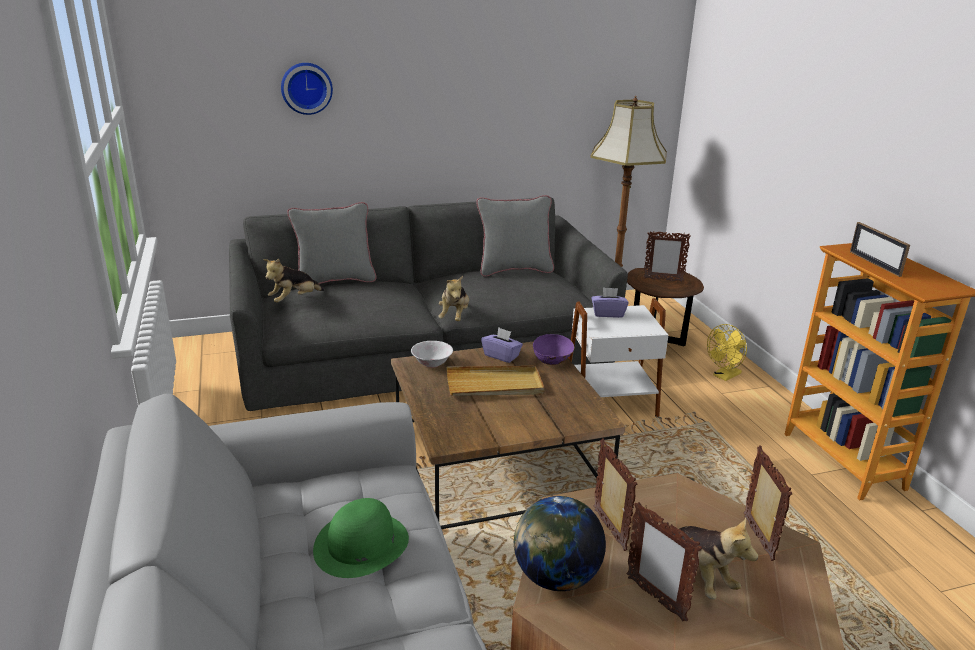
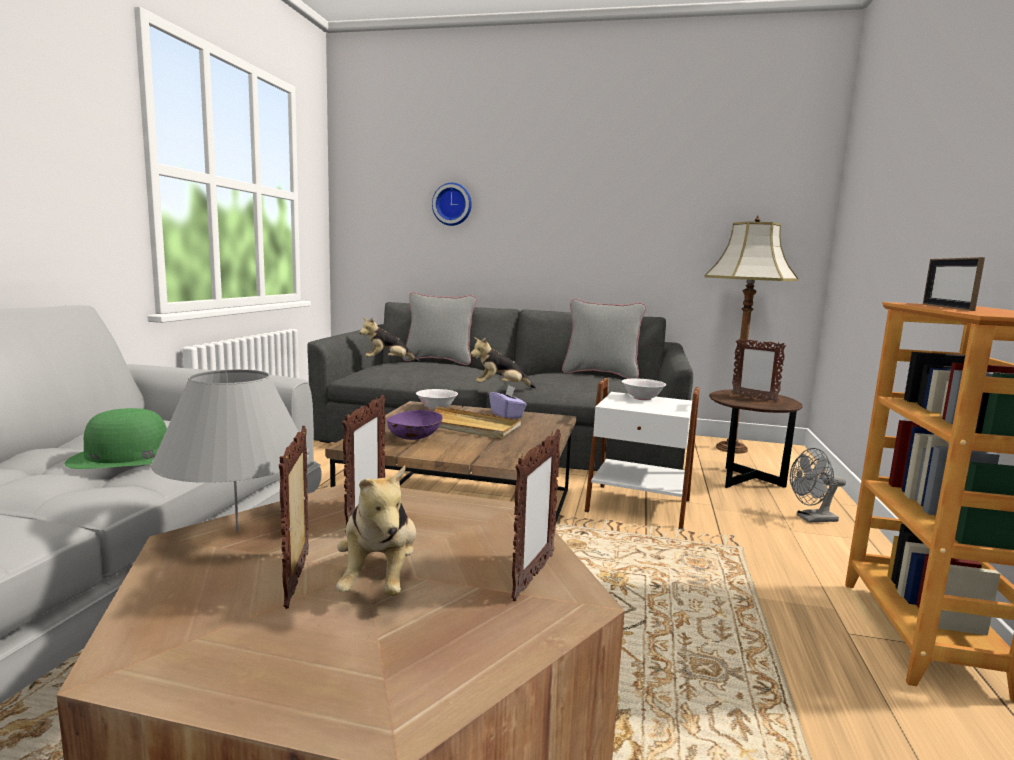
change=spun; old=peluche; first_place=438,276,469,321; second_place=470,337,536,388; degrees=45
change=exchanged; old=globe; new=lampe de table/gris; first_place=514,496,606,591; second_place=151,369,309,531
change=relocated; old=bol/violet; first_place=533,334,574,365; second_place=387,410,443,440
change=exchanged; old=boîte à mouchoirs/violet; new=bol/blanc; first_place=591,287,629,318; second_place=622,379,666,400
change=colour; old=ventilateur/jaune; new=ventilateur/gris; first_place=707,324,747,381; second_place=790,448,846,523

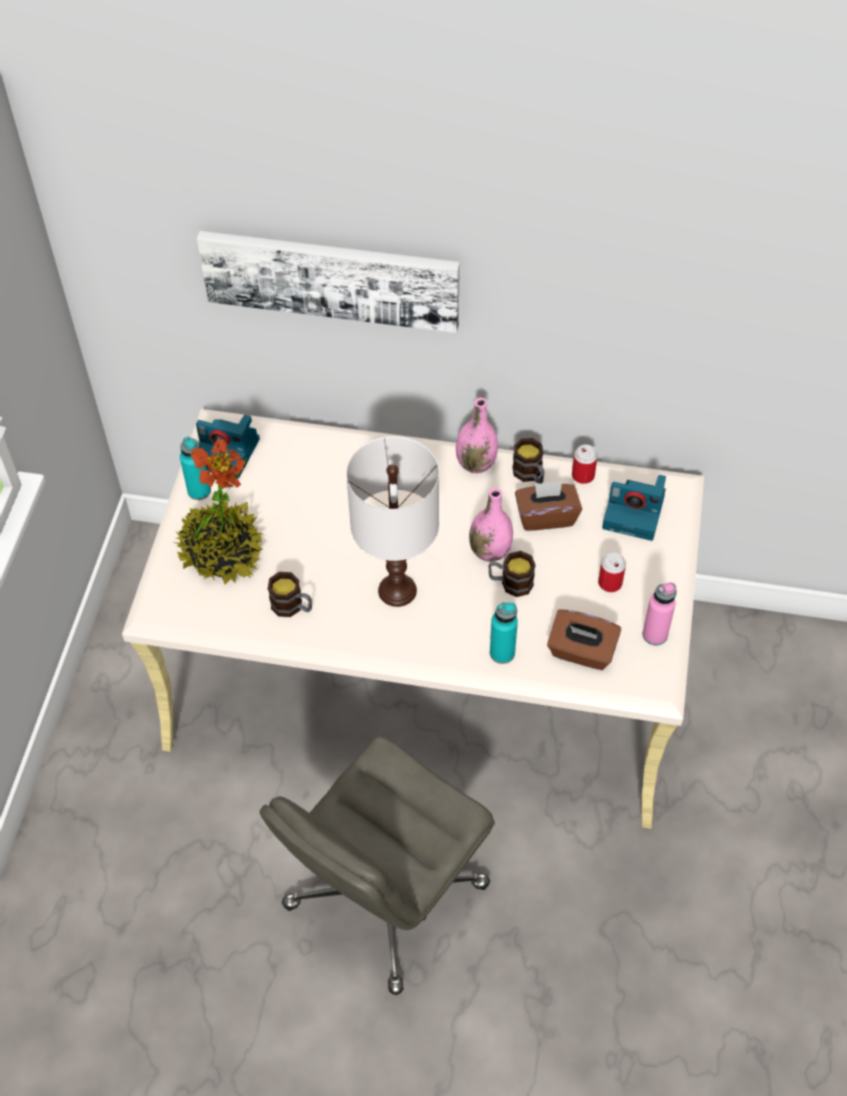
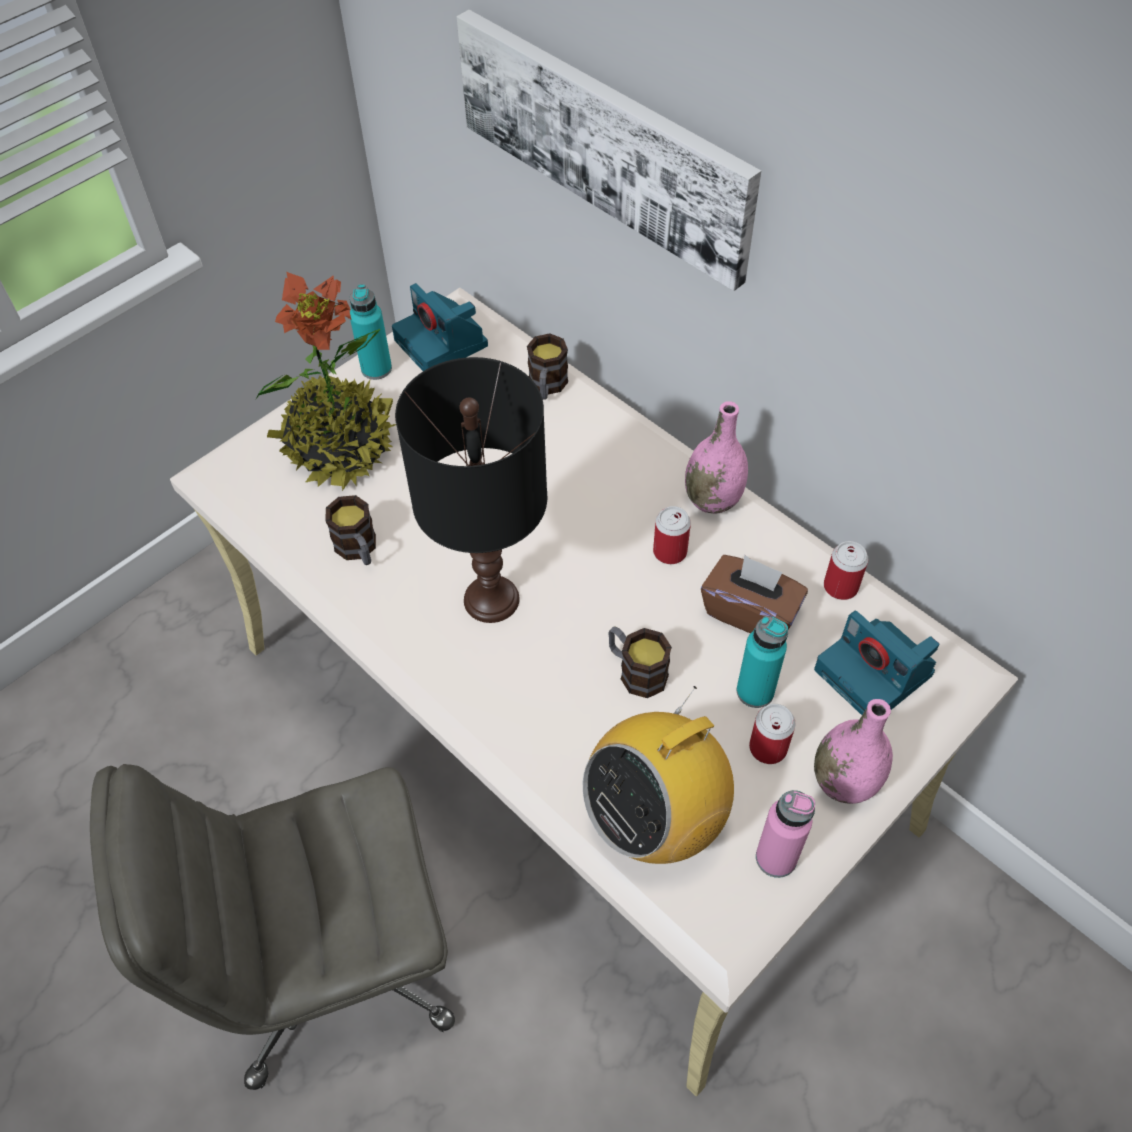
change=colour; old=lampe de table/blanc; new=lampe de table/noir; first_place=346,436,439,607; second_place=395,357,547,623
change=relocated; old=vase/rose; first_place=469,488,513,562; second_place=814,699,893,804
change=relocated; old=bouteille/turquoise; first_place=490,602,518,664; second_place=737,616,788,708
change=relocated; old=mug; first_place=512,438,545,484; second_place=527,333,568,400
change=exchanged; old=boîte à mouchoirs/marron; new=radio; first_place=547,609,621,670; second_place=583,686,734,864
change=appeared; new=boîte métallique; second_place=653,506,691,564

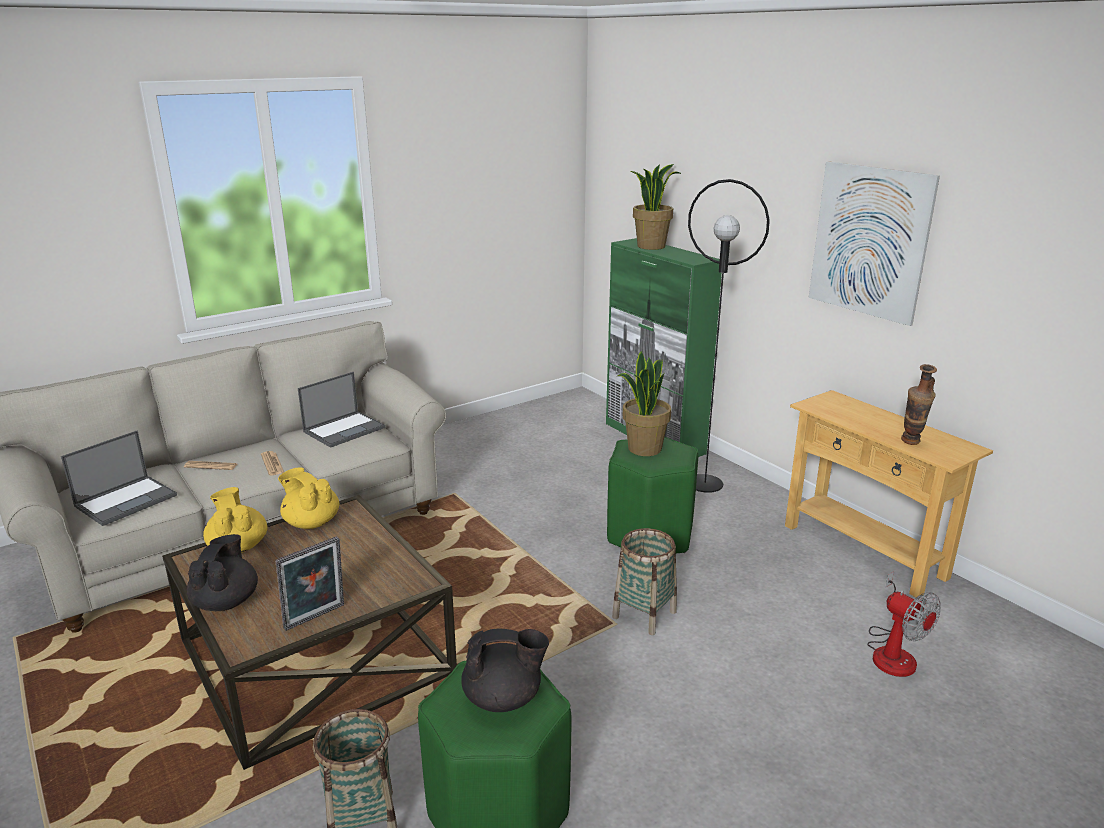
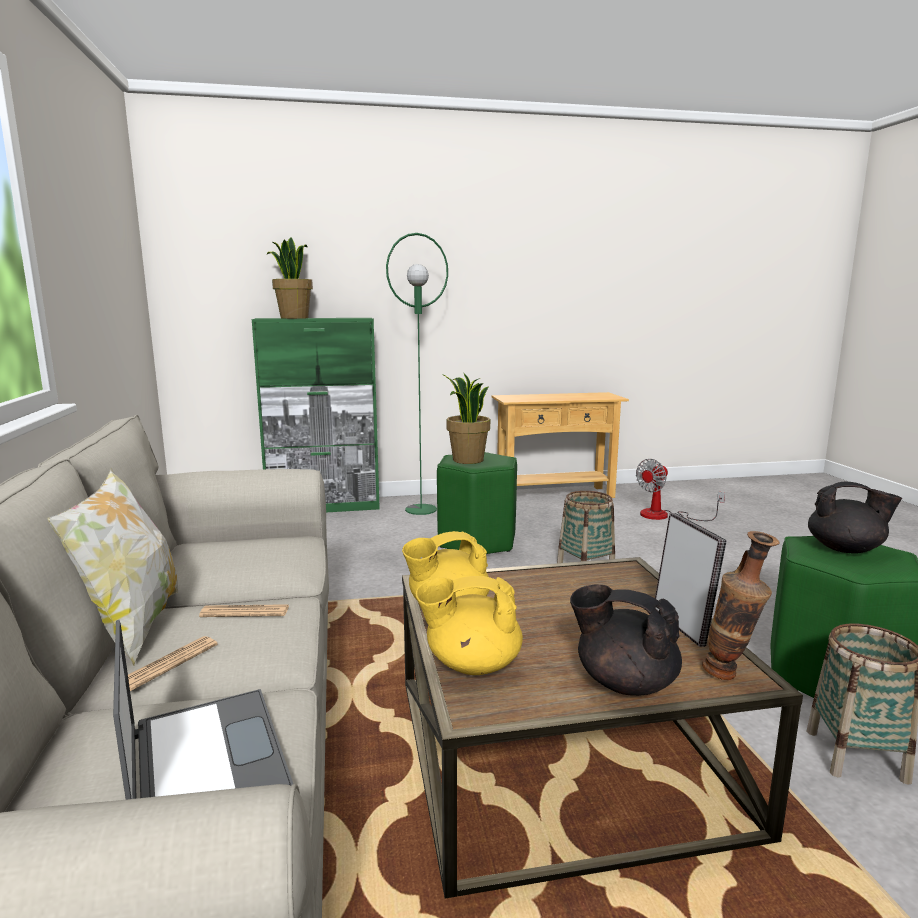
change=missing; old=ordinateur portable; first_place=298,372,386,448
change=spun; old=théière/noir; first_place=461,628,549,712; second_place=808,482,902,554; degrees=90
change=colour; old=lampadaire/noir; new=lampadaire/vert; first_place=688,179,770,493; second_place=386,233,448,515
change=missing; old=tableau; first_place=809,161,940,326
change=spun; old=ventilateur; first_place=867,572,941,677; second_place=636,459,725,521; degrees=150
change=relocated; old=vase; first_place=901,364,937,445; second_place=702,531,780,680
change=appeared; new=coussin; second_place=46,469,178,666

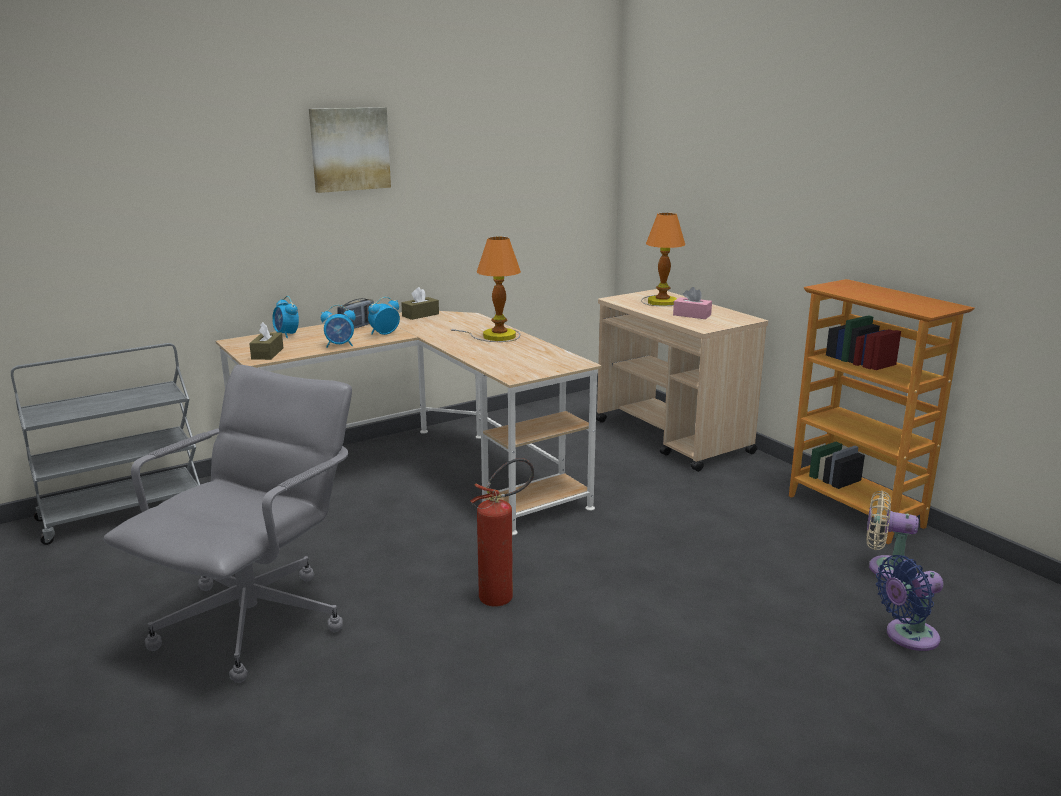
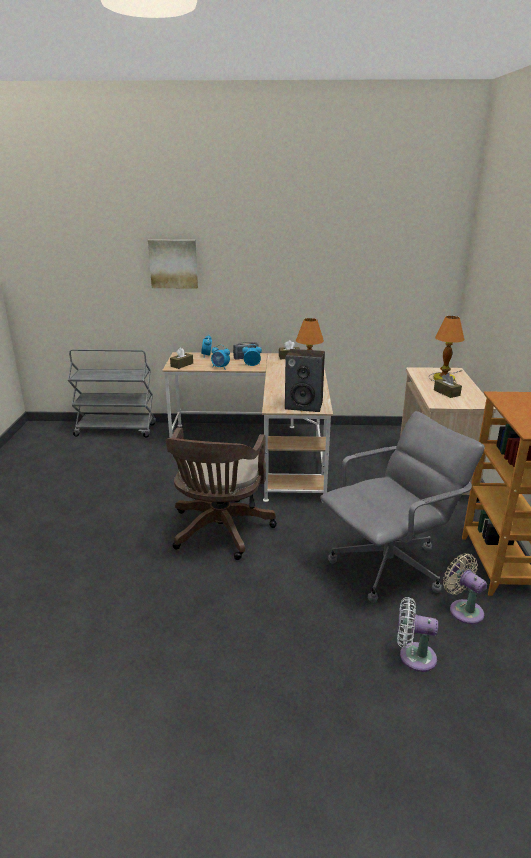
change=relocated; old=chaise de bureau/gris; first_place=103,365,352,683; second_place=320,411,485,603
change=relocated; old=tableau; first_place=309,107,391,193; second_place=148,240,198,289
change=exchanged; old=extincteur; new=chaise de bureau/marron; first_place=470,458,534,607; second_place=165,427,277,560
change=colour; old=boîte à mouchoirs/rose; new=boîte à mouchoirs/marron; first_place=673,287,712,319; second_place=434,373,462,398
change=colour; old=ventilateur/bleu; new=ventilateur/blanc; first_place=876,555,943,651; second_place=397,597,438,672
change=appeared; new=enceinte; second_place=285,349,325,412

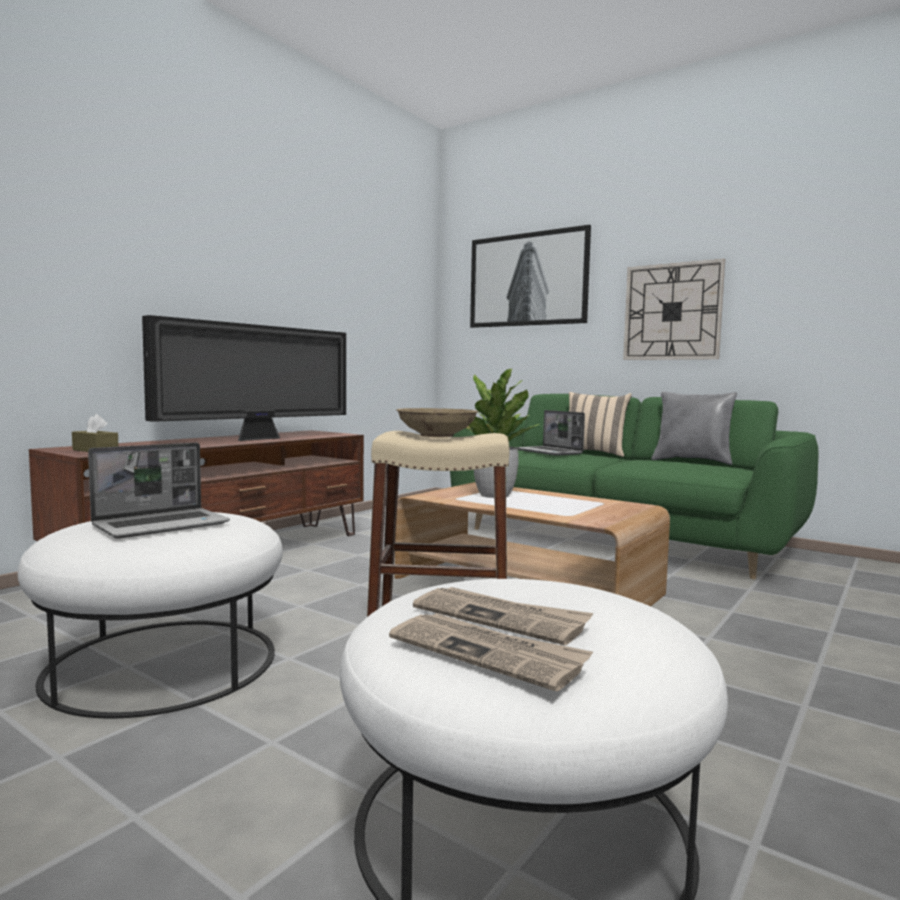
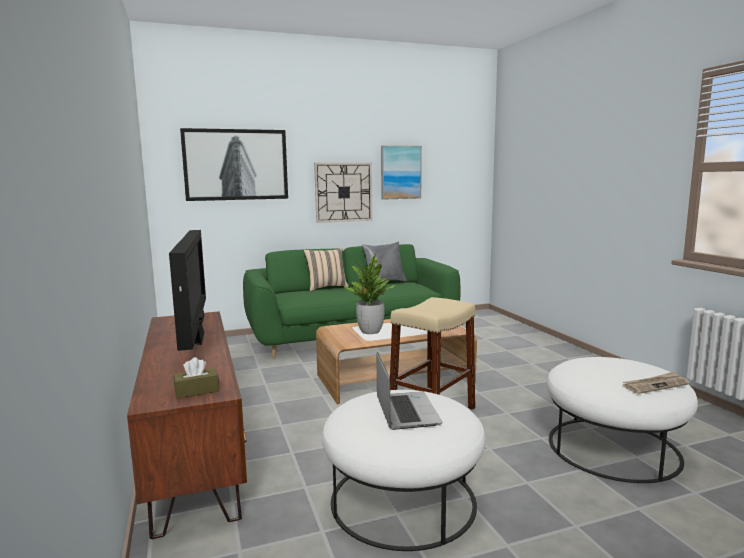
change=missing; old=bol/beige; first_place=396,408,479,437
change=missing; old=journal; first_place=413,587,593,645
change=missing; old=ordinateur portable; first_place=516,410,585,456
change=appeared; new=tableau; second_place=381,145,422,200

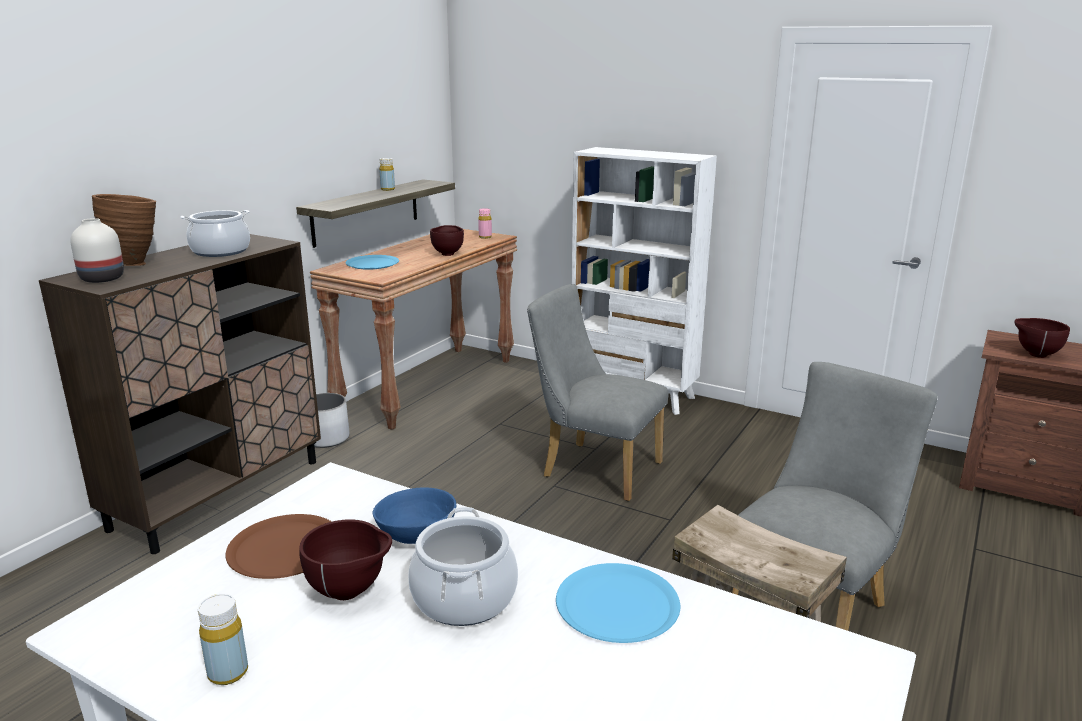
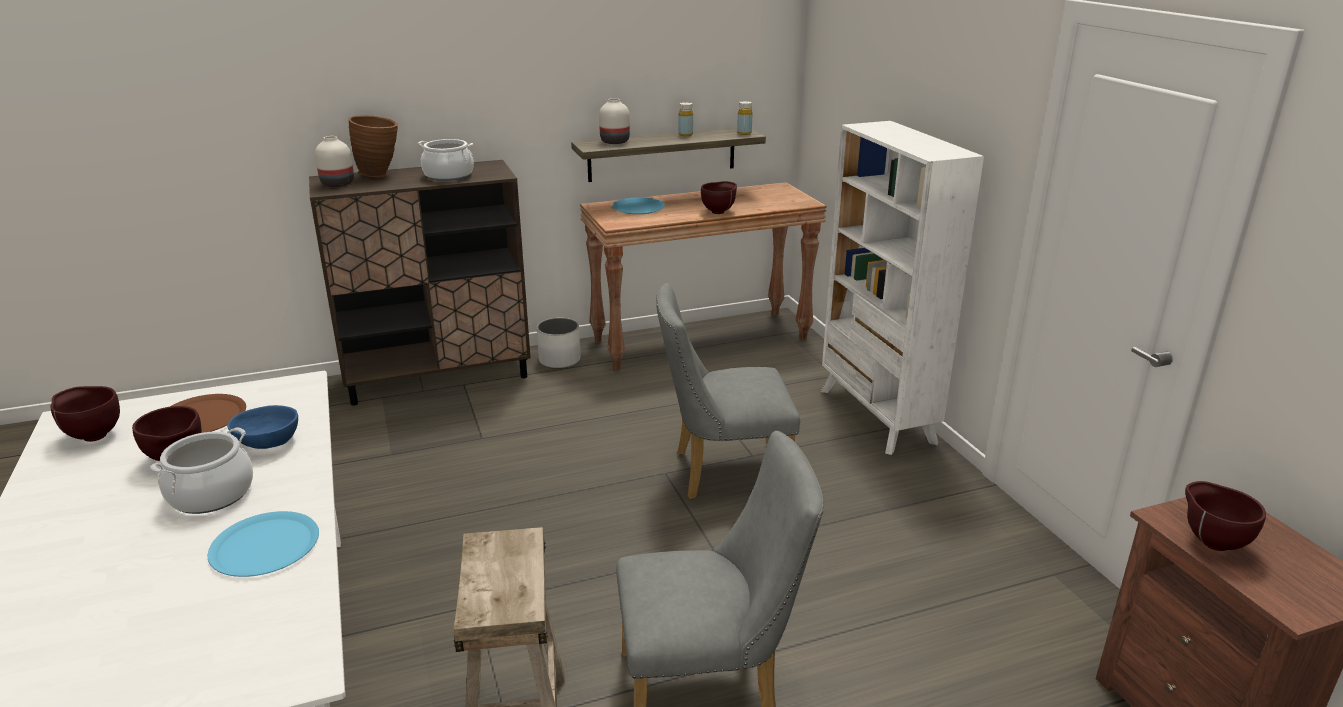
change=relocated; old=bouteille/jaune; first_place=198,594,248,685; second_place=737,101,752,135
change=missing; old=bouteille/rose; first_place=478,208,492,239
change=spun; old=chaise/gris; first_place=527,284,669,501; second_place=656,283,800,499; degrees=-75
change=appeared; new=bol/marron; second_place=51,386,120,442
change=appeared; new=vase/blanc; second_place=599,98,630,144

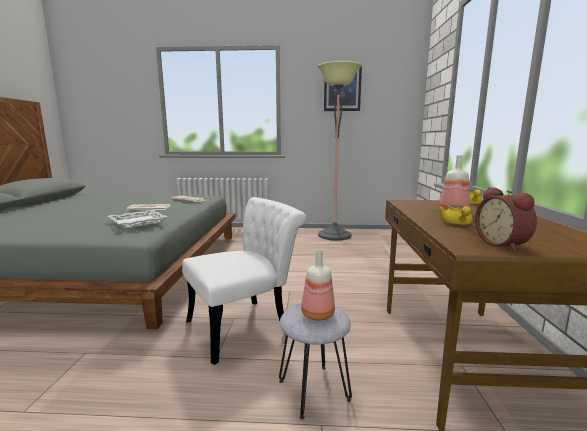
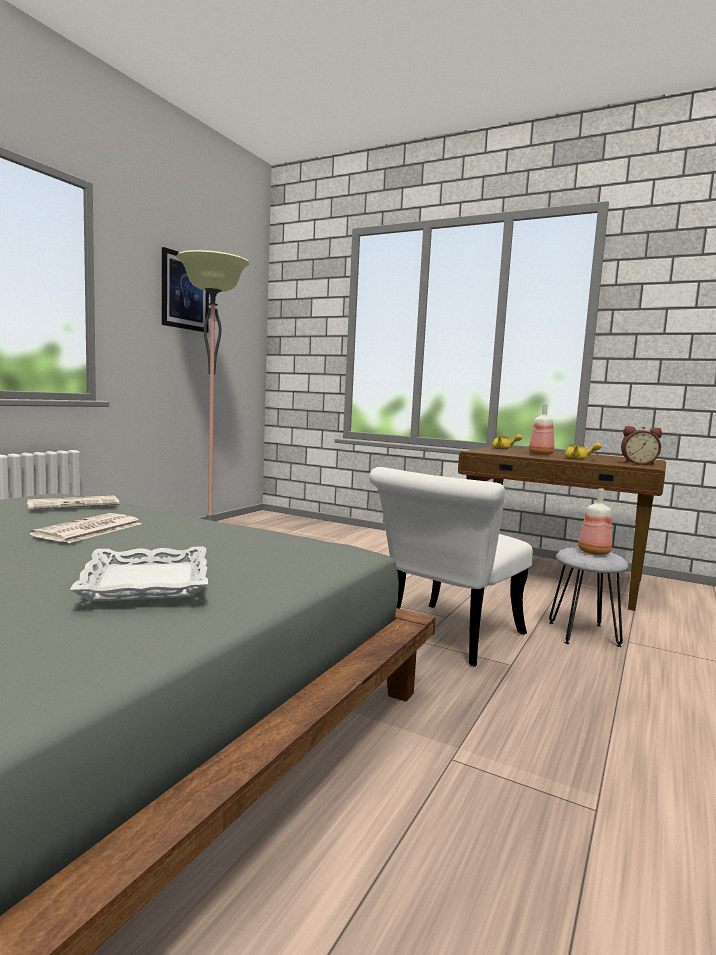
change=relocated; old=plateau/blanc; first_place=108,210,167,228; second_place=70,546,208,602
change=spun; old=chaise/blanc; first_place=182,197,306,365; second_place=369,467,533,666; degrees=-135

